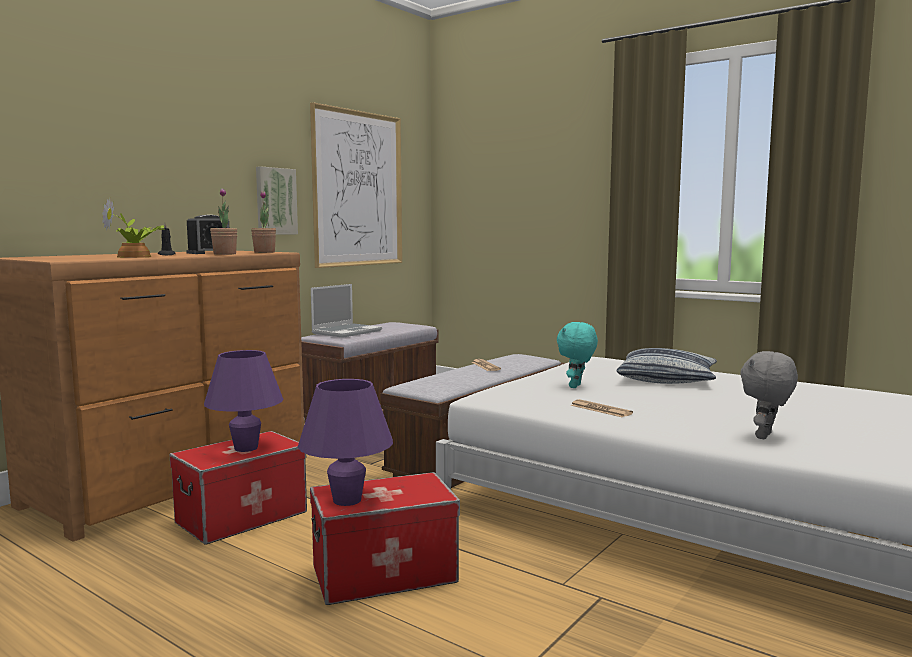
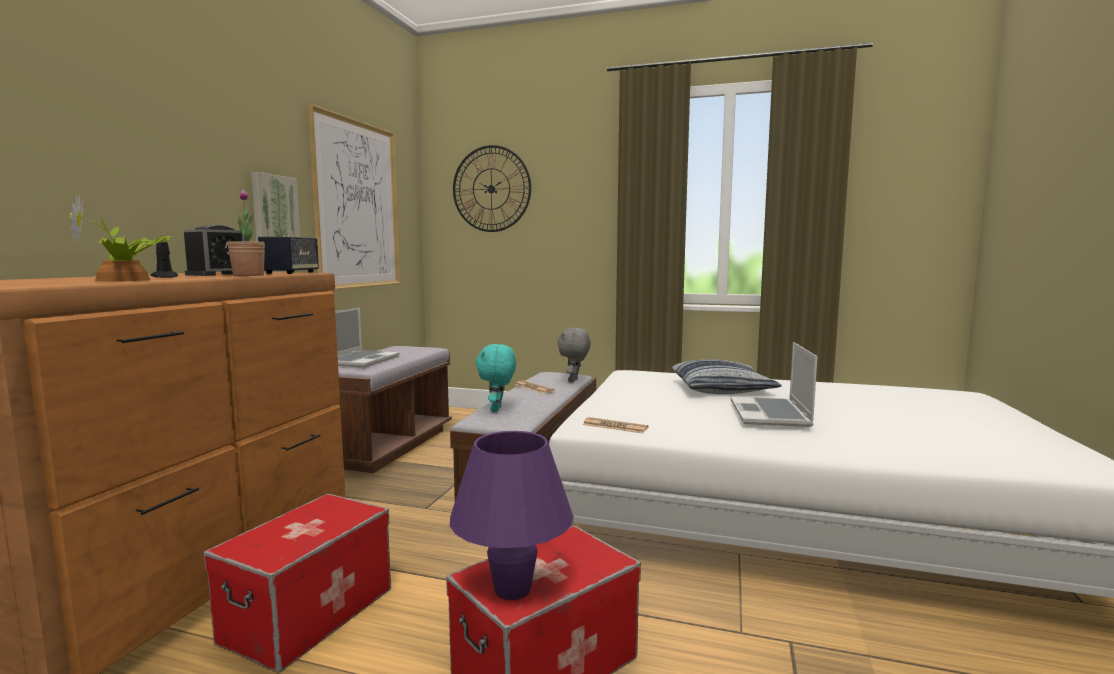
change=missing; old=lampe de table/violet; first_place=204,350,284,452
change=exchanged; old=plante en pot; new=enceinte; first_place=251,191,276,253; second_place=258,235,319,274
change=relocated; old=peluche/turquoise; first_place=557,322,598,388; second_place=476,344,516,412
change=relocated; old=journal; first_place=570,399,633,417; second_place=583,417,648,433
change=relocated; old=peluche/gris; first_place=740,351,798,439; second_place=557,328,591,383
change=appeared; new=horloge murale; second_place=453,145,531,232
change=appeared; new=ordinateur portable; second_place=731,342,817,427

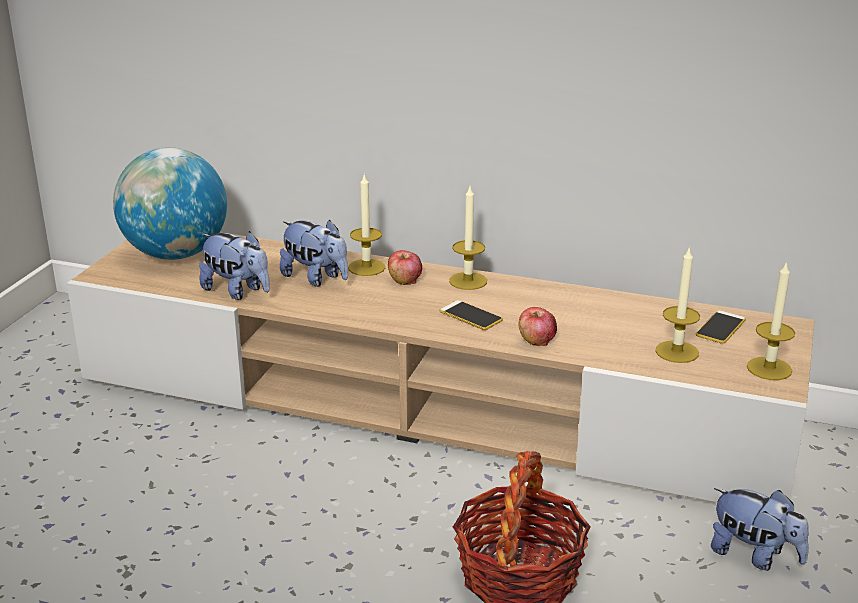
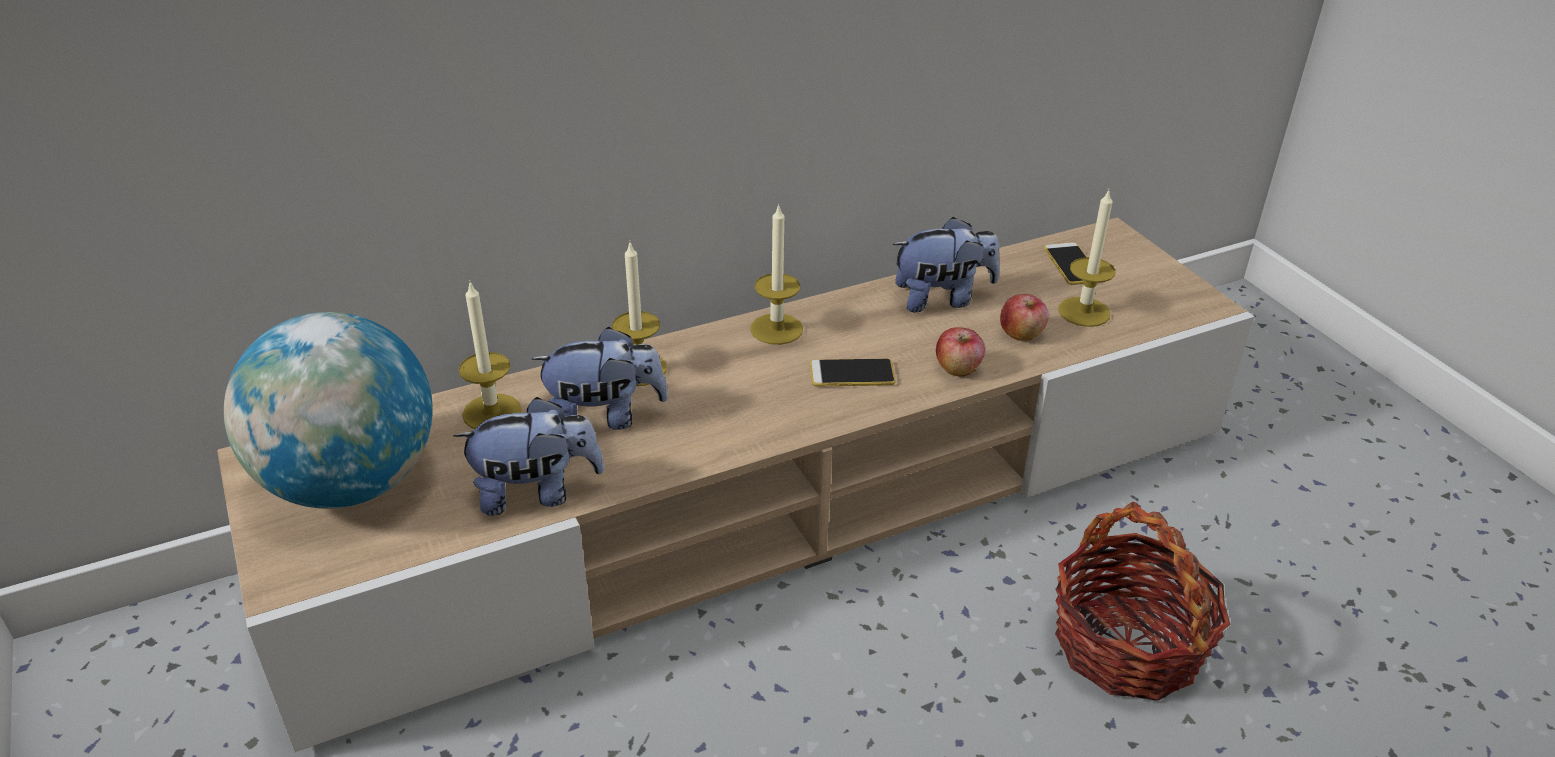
change=relocated; old=pomme; first_place=388,250,422,285; second_place=1000,294,1049,341
change=relocated; old=peluche; first_place=711,488,809,570; second_place=893,217,1000,312
change=relocated; old=bougie; first_place=747,261,795,380; second_place=458,282,522,429

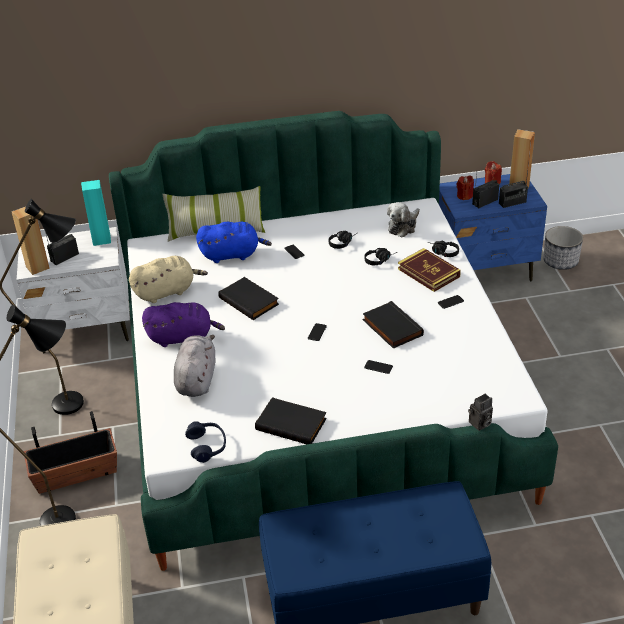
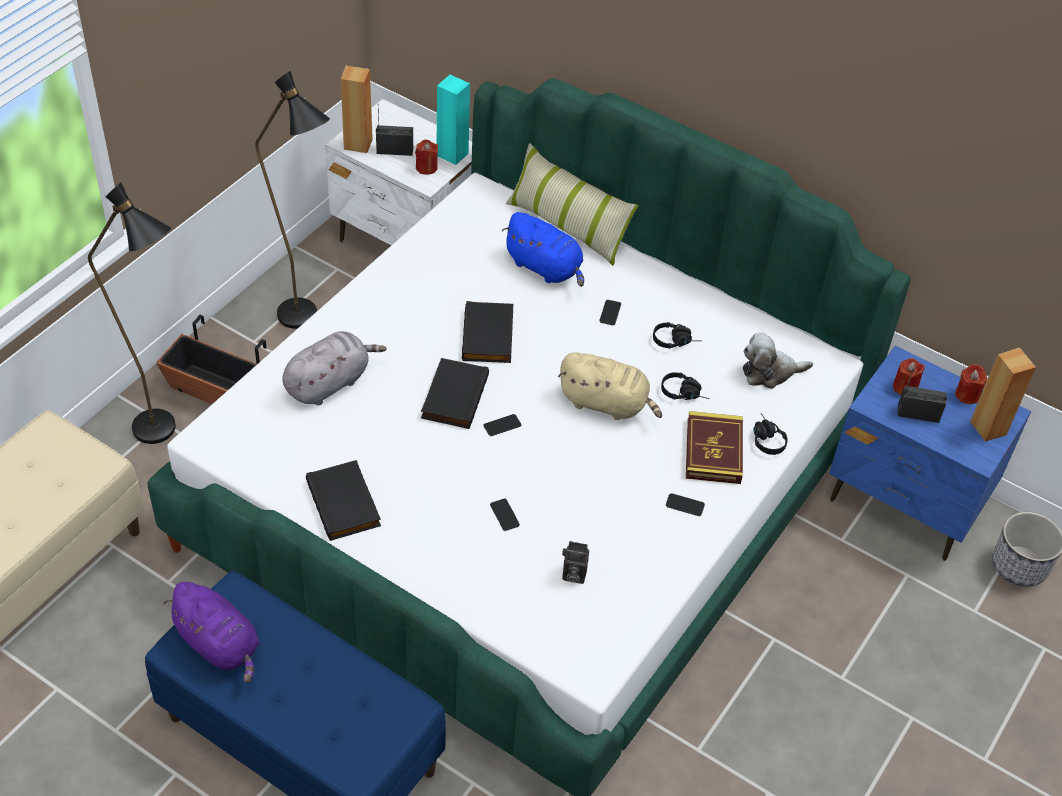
change=relocated; old=peluche/beige; first_place=129,256,208,303; second_place=558,353,662,420
change=relocated; old=peluche/violet; first_place=142,302,225,347; second_place=163,582,260,683
change=missing; old=casque audio/bleu; first_place=185,421,226,463
change=relocated; old=livre/noir; first_place=363,301,424,349; second_place=421,358,489,429
change=relocated; old=appareil photo; first_place=468,394,493,431; second_place=562,541,589,584
change=missing; old=radio; first_place=499,171,528,208
change=appeared; new=bougie/rouge; second_place=415,139,438,175

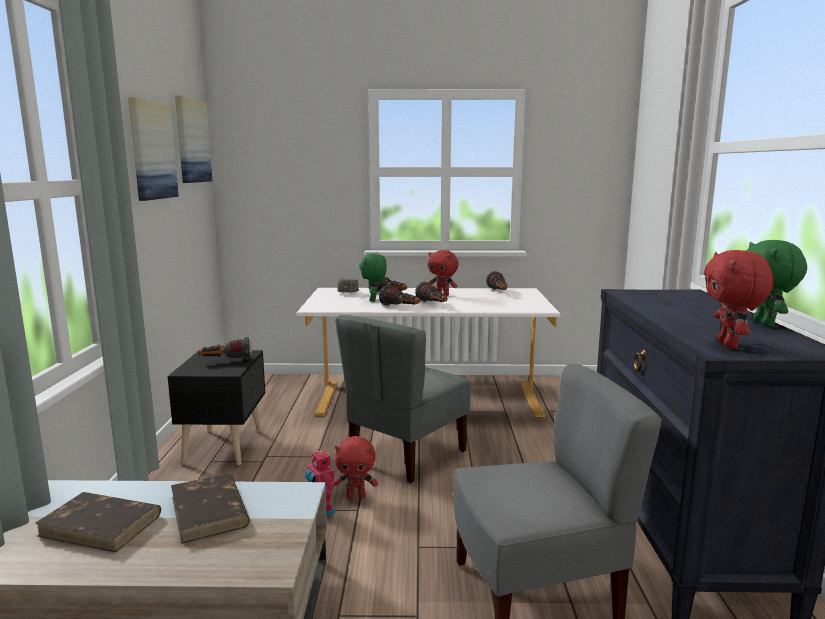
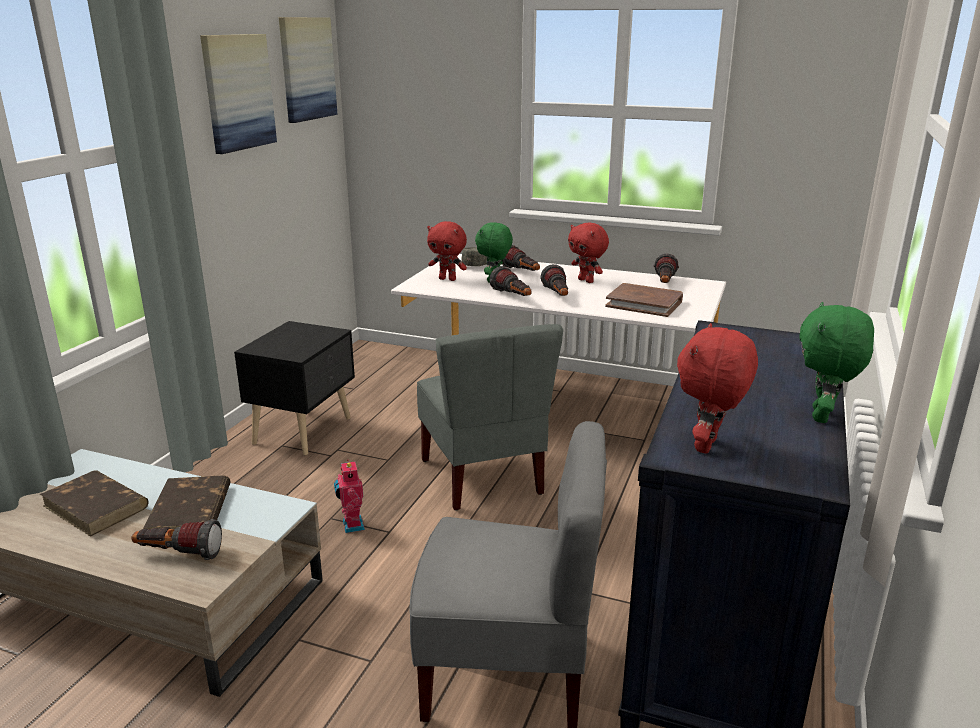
change=relocated; old=lampe de poche; first_place=198,337,252,360; second_place=131,519,222,560
change=relocated; old=peluche/rouge; first_place=334,436,378,499; second_place=427,221,467,281
change=spun; old=chaise/gris; first_place=335,315,470,483; second_place=417,324,563,510; degrees=-75
change=appeared; new=livre/marron; second_place=605,283,683,317

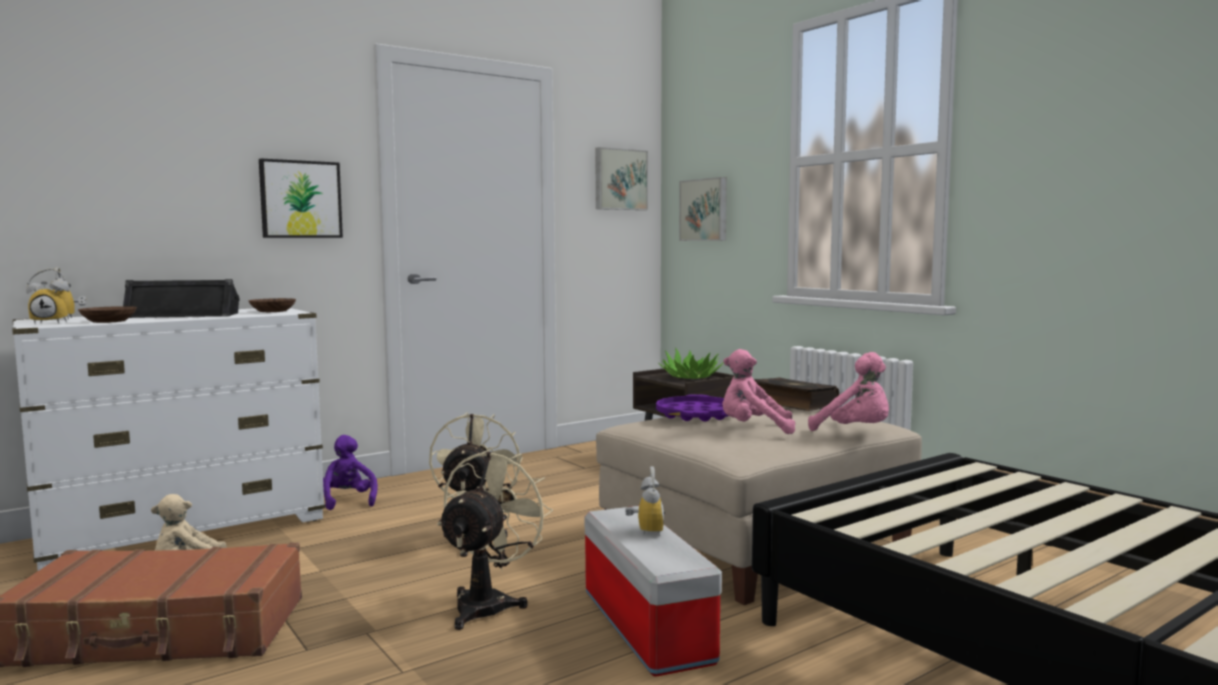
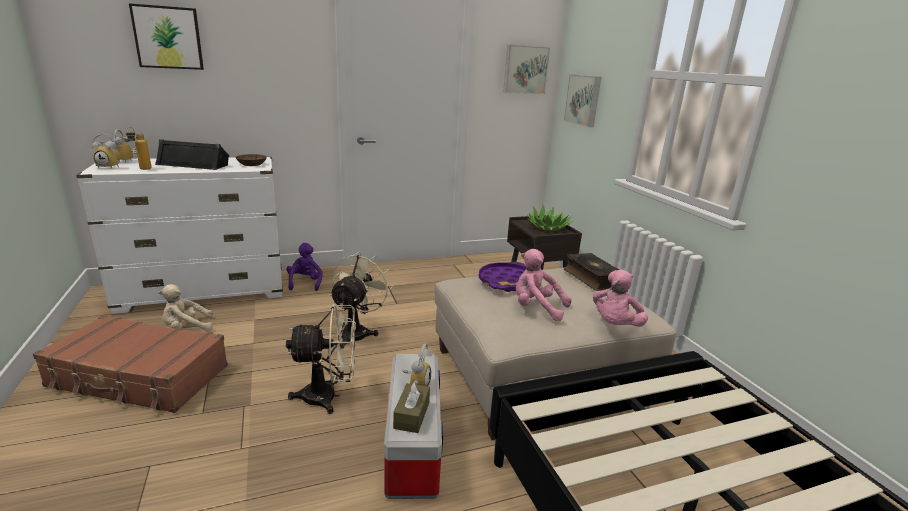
change=exchanged; old=bol/marron; new=bouteille; first_place=78,306,137,323; second_place=126,127,152,170
change=relocated; old=tableau; first_place=259,159,343,238; second_place=129,3,204,70
change=spun; old=ventilateur/beige; first_place=437,449,553,630; second_place=286,304,356,414; degrees=45
change=spun; old=peluche/rose; first_place=808,352,889,431; second_place=593,270,648,327; degrees=60
change=appeared; new=boîte à mouchoirs/marron; second_place=393,380,430,433

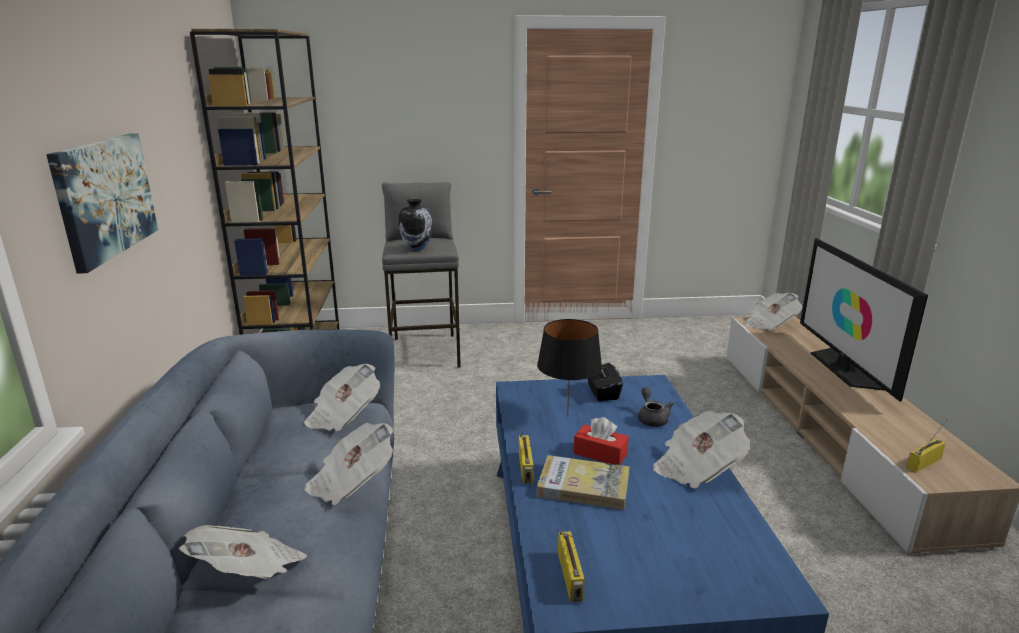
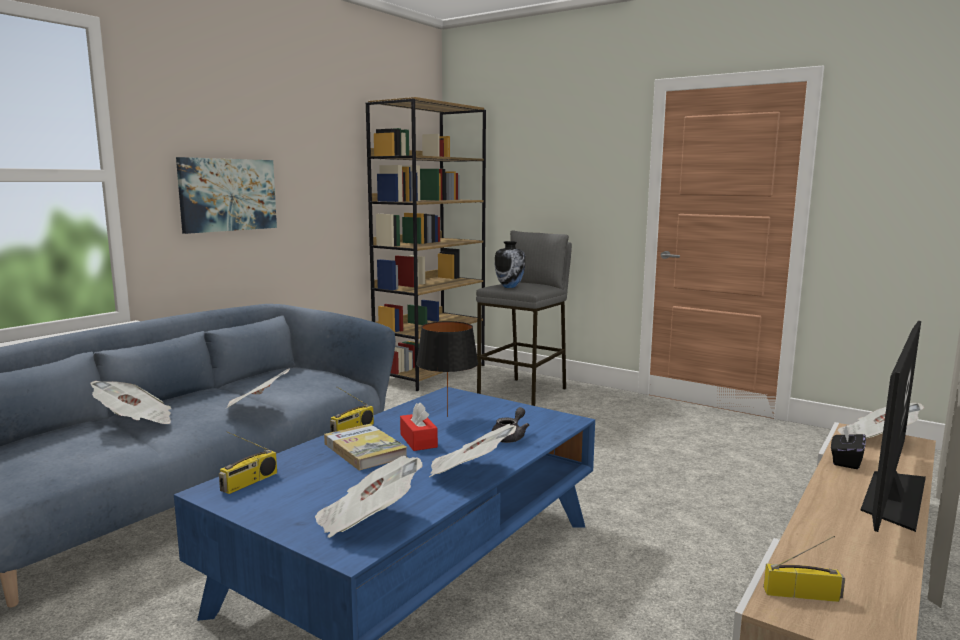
change=relocated; old=journal; first_place=304,364,380,431; second_place=315,456,423,538
change=relocated; old=boîte à mouchoirs/noir; first_place=588,363,623,401; second_place=831,425,866,469

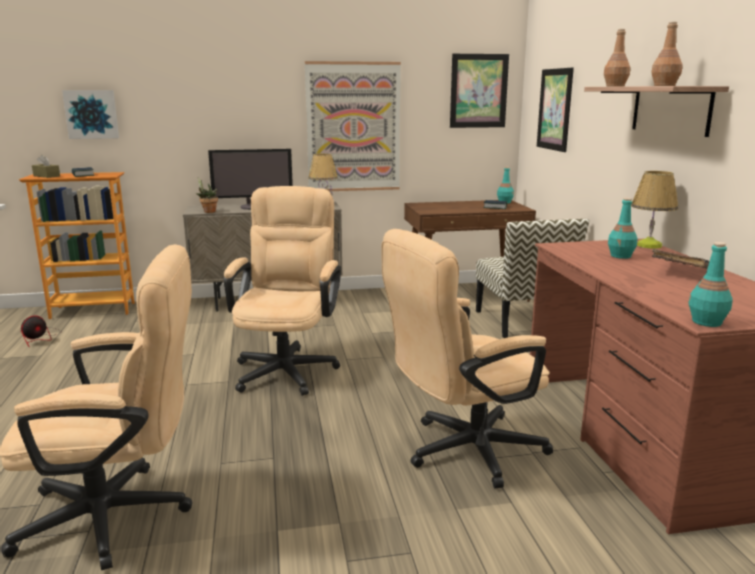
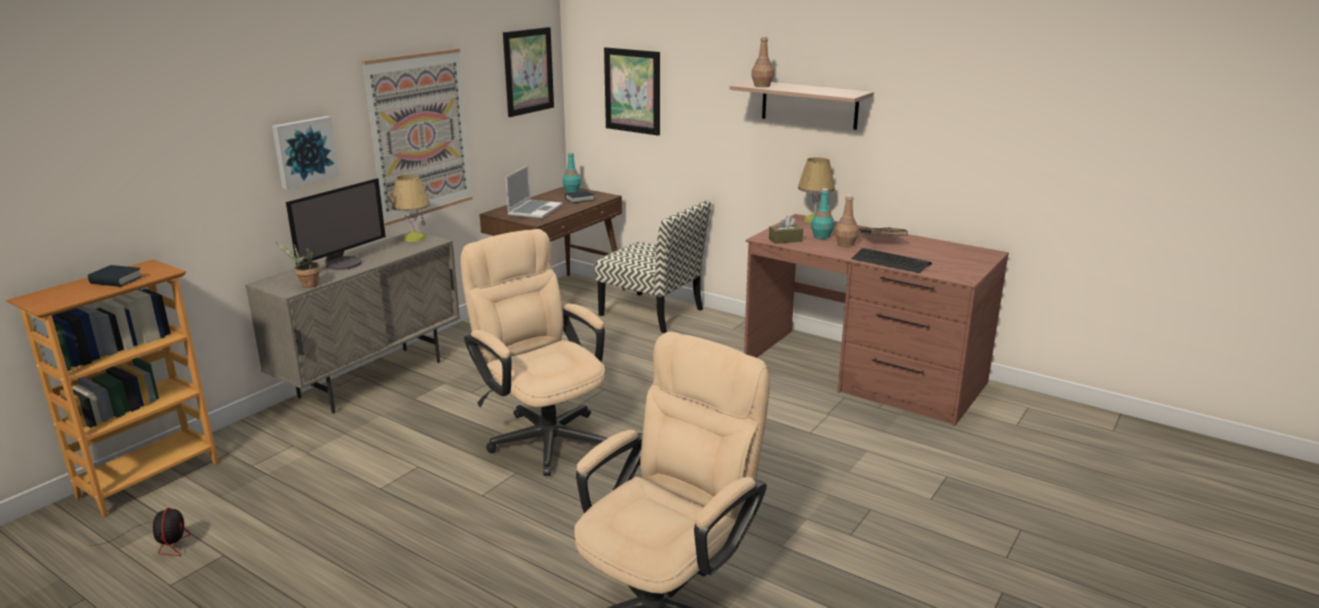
change=relocated; old=boîte à mouchoirs/marron; first_place=32,155,60,178; second_place=769,216,803,244
change=relocated; old=tableau; first_place=62,90,119,139; second_place=272,116,339,189
change=missing; old=chaise de bureau/beige; first_place=381,229,553,488
change=relocated; old=bouteille/marron; first_place=651,22,683,86; second_place=835,195,859,247
change=missing; old=bouteille/turquoise; first_place=688,242,733,327
change=appeared; new=ordinateur portable; second_place=506,165,562,219
change=appeared; new=clavier; second_place=851,248,932,273

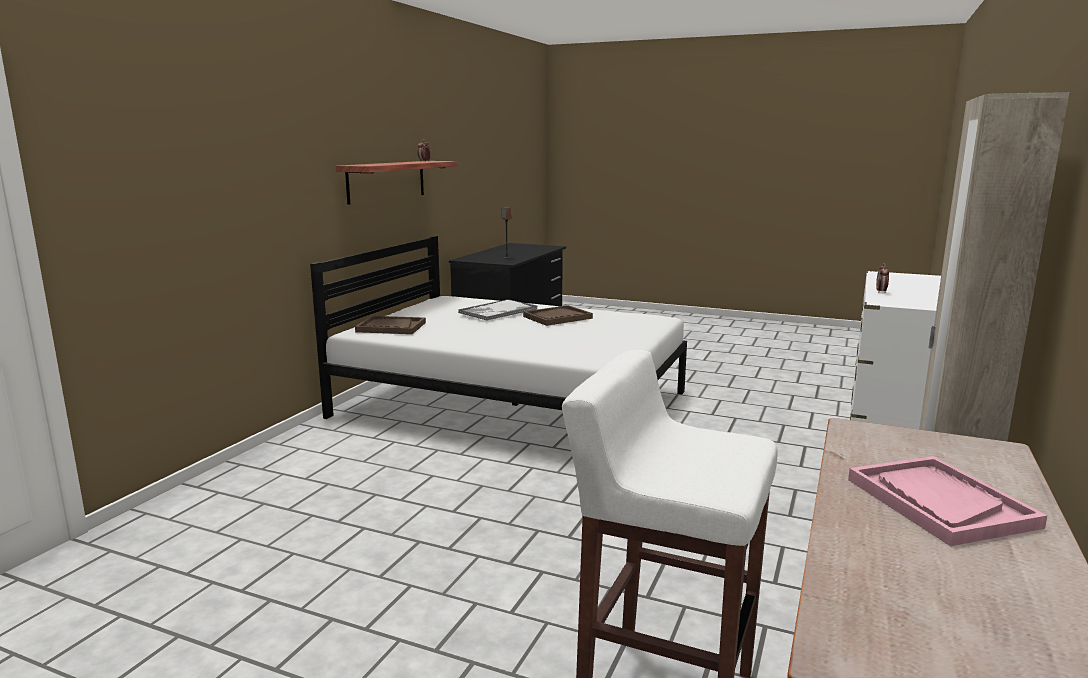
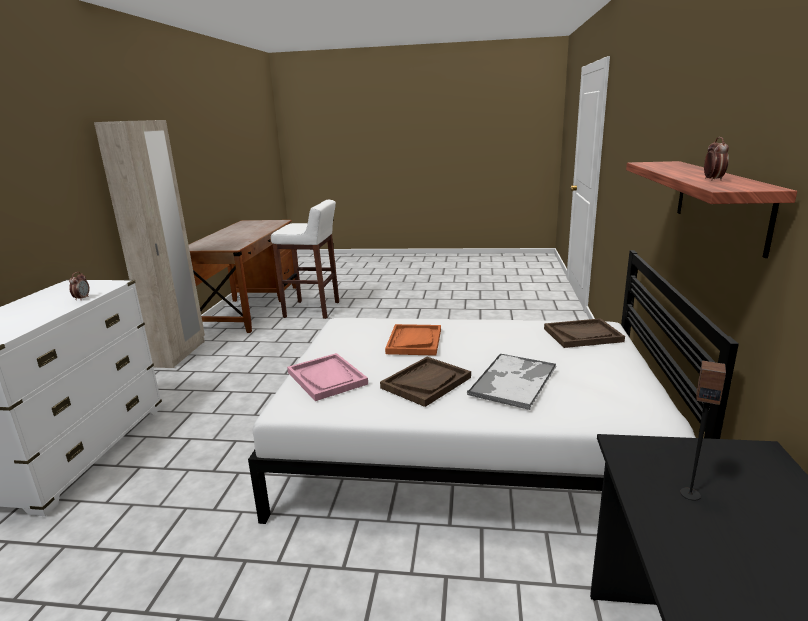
change=relocated; old=plateau/rose; first_place=848,456,1047,546; second_place=287,353,368,401
change=appeared; new=plateau/orange; second_place=385,324,441,356

